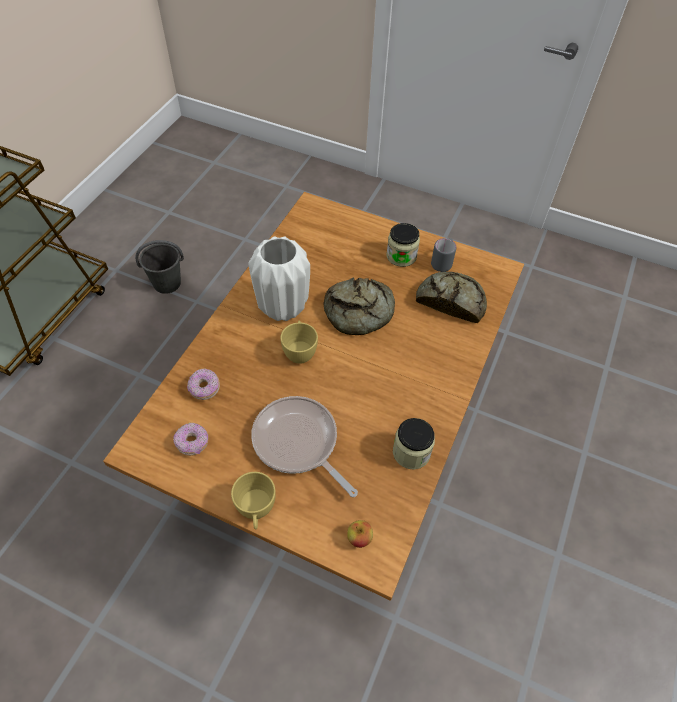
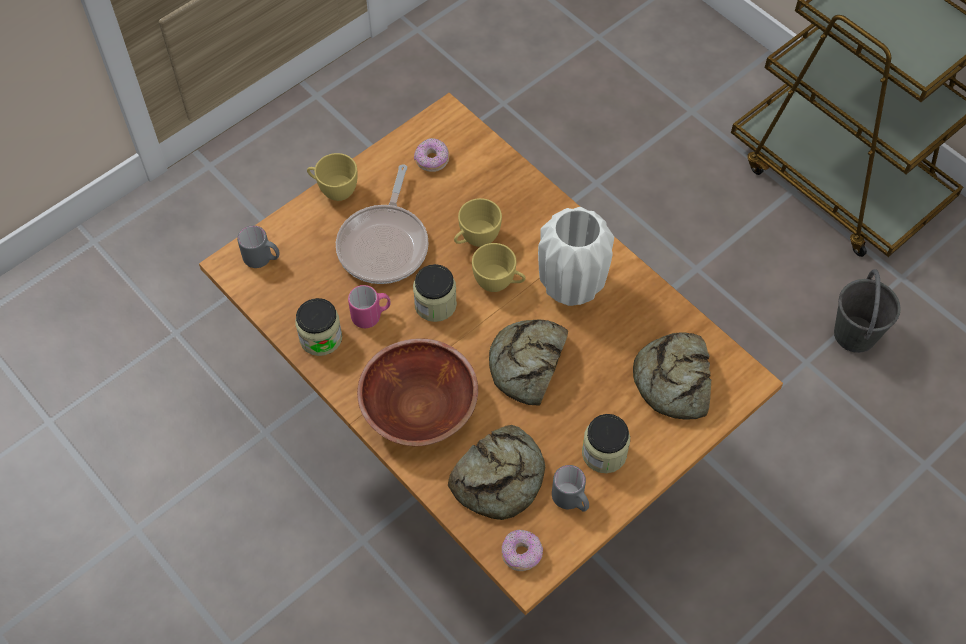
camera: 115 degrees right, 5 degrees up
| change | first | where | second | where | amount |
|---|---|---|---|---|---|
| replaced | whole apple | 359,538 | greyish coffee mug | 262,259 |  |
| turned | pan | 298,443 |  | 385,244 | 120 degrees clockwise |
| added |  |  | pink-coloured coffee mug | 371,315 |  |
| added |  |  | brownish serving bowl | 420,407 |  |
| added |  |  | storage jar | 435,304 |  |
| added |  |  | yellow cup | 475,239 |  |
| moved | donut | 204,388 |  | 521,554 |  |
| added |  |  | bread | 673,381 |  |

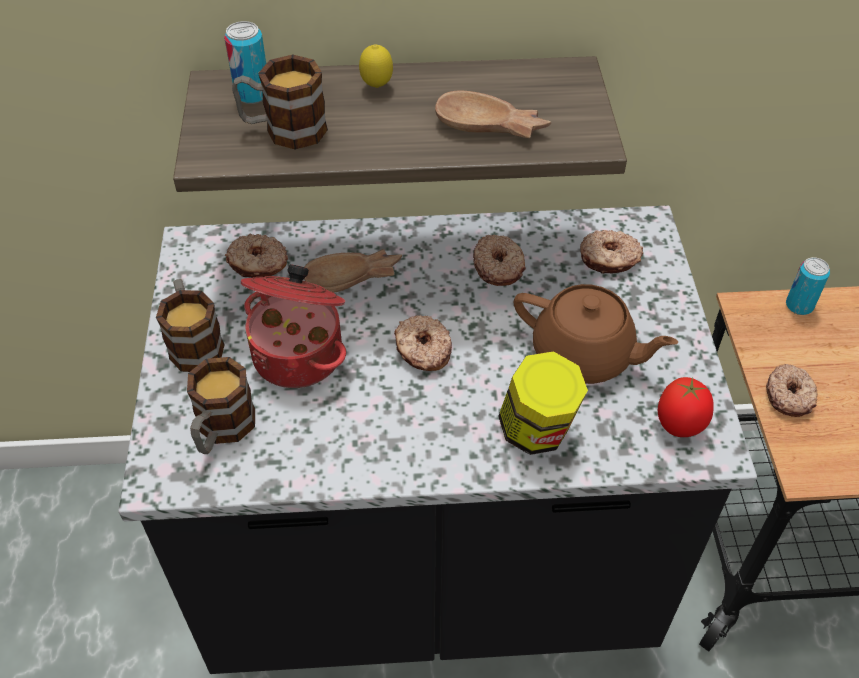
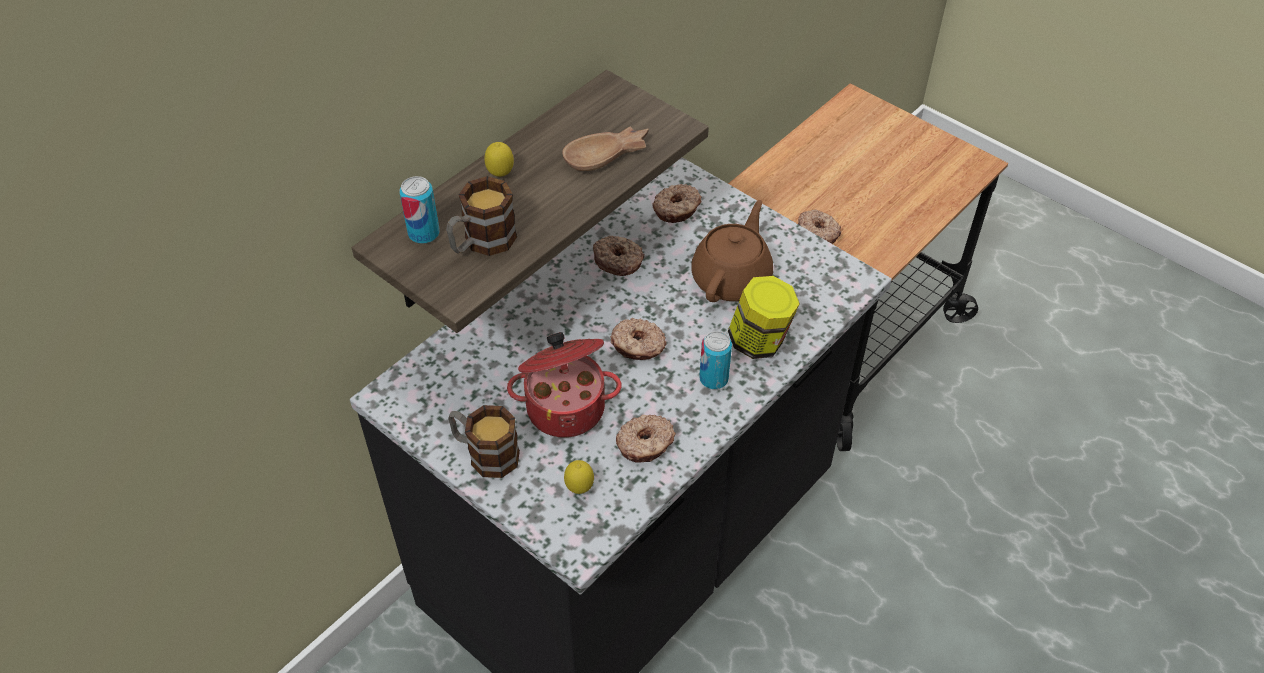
camera: 45 degrees left, 0 degrees up
| change | first | where | second | where | amount |
|---|---|---|---|---|---|
| replaced | coffee mug | 222,430 | citrus fruit | 579,489 |  |
| moved | donut | 258,264 |  | 645,444 |  |
| turned | brownish teapot | 584,355 |  | 732,278 | 45 degrees counterclockwise |
| moved | sealed can | 799,305 |  | 713,379 |  |
| removed | brownish serving bowl | 354,278 |  |  |  |
| removed | whole tomato | 679,426 |  |  |  |

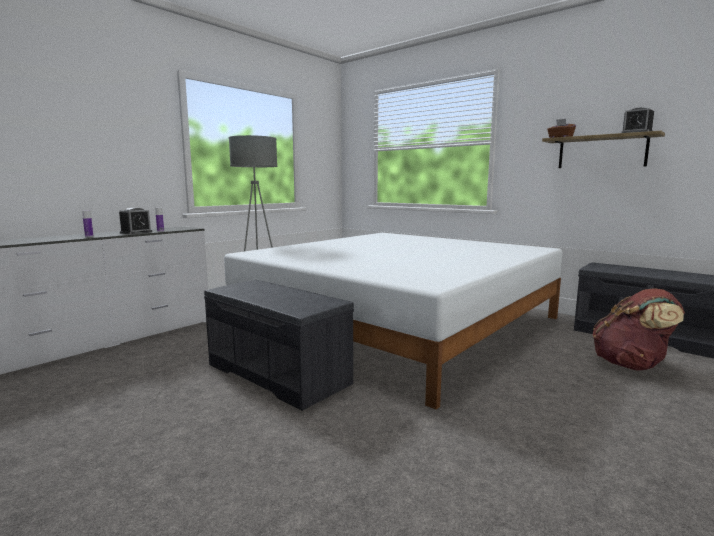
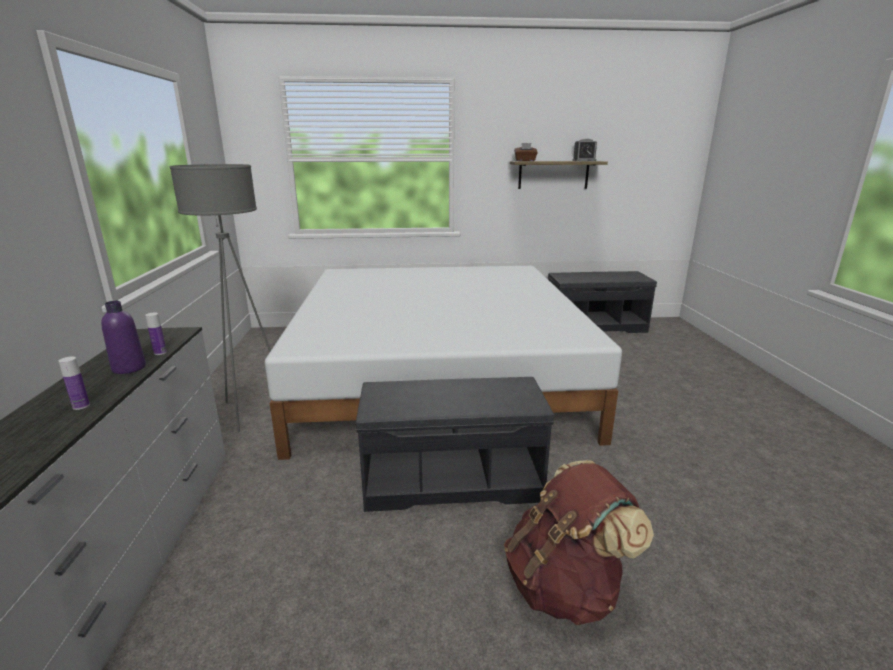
camera: 45 degrees left, 10 degrees up
| change | first | where | second | where | amount |
|---|---|---|---|---|---|
| replaced | table clock | 136,232 | purple bottle | 129,368 |  |
| moved | brownish rucksack | 631,365 |  | 565,586 |  |

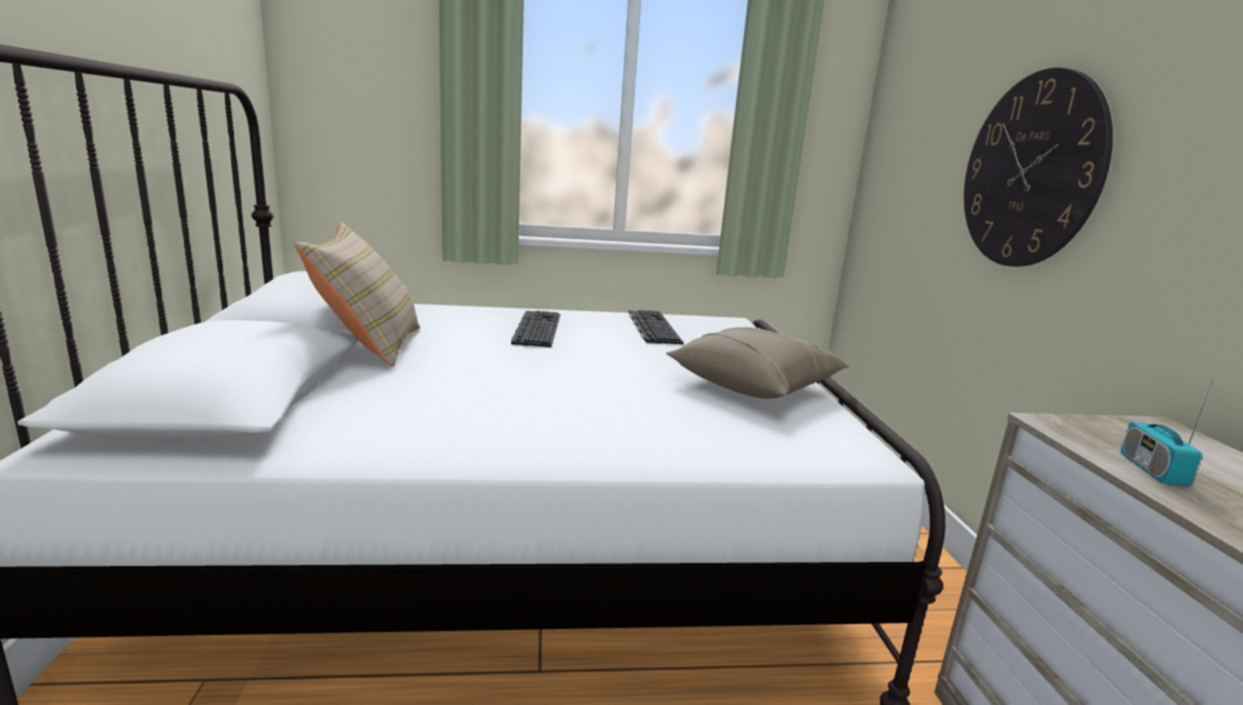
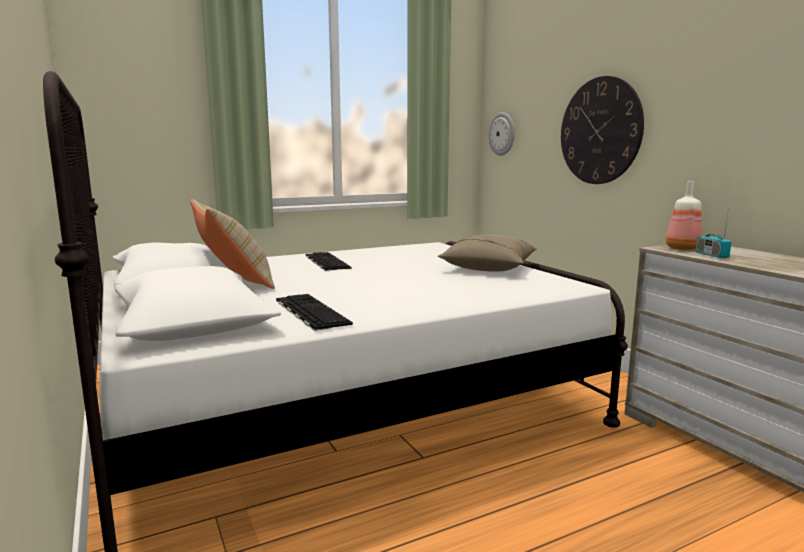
camera: 20 degrees left, 5 degrees down
| change | first | where | second | where | amount |
|---|---|---|---|---|---|
| moved | PC keyboard | 651,327 |  | 309,312 |  |
| added |  |  | clock on the wall | 502,134 |  |
| added |  |  | bottle | 682,248 |  |

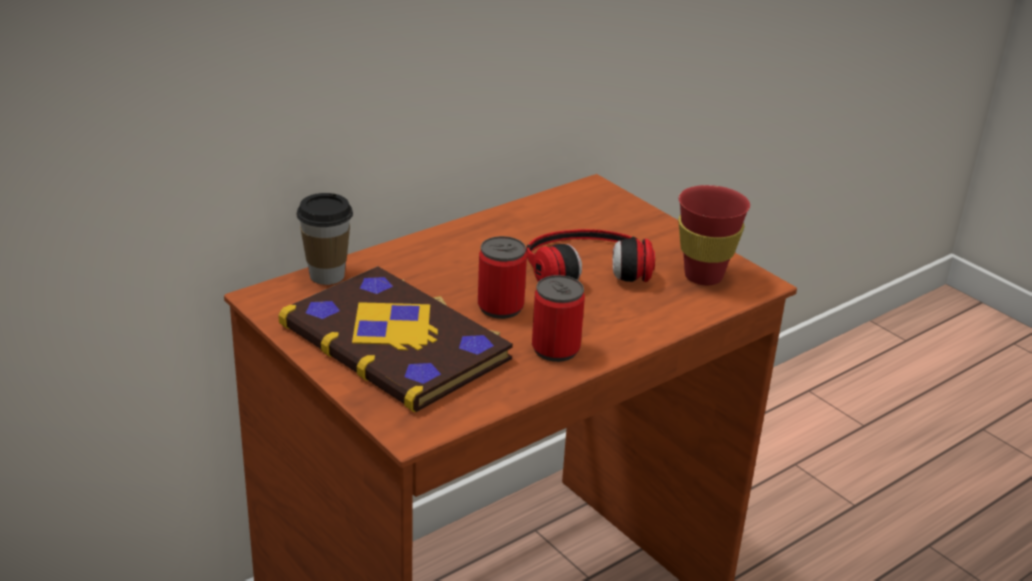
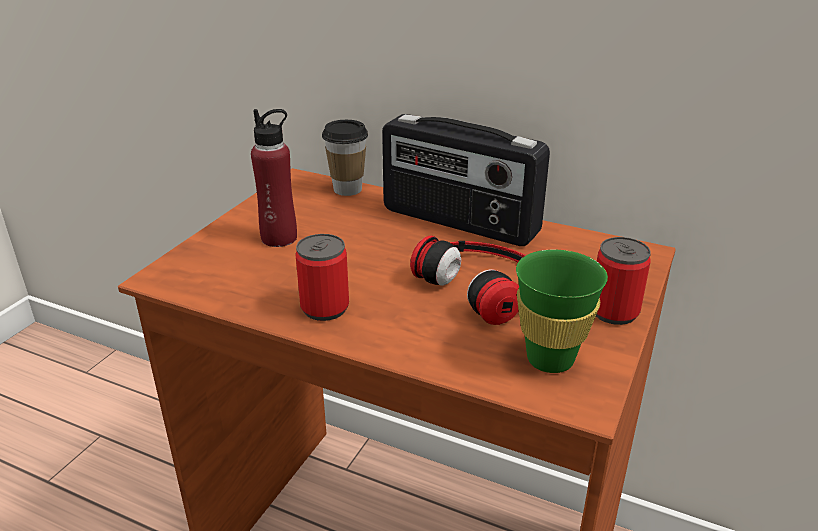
camera: 65 degrees right, 0 degrees up
| change | first | where | second | where | amount |
|---|---|---|---|---|---|
| replaced | volume | 397,341 | red bottle | 279,238 |  |
| added |  |  | radio | 458,222 |  |
| recoloured | red cup | 703,276 | green cup | 550,359 |  |
| moved | sealed can | 500,307 |  | 614,312 |  |

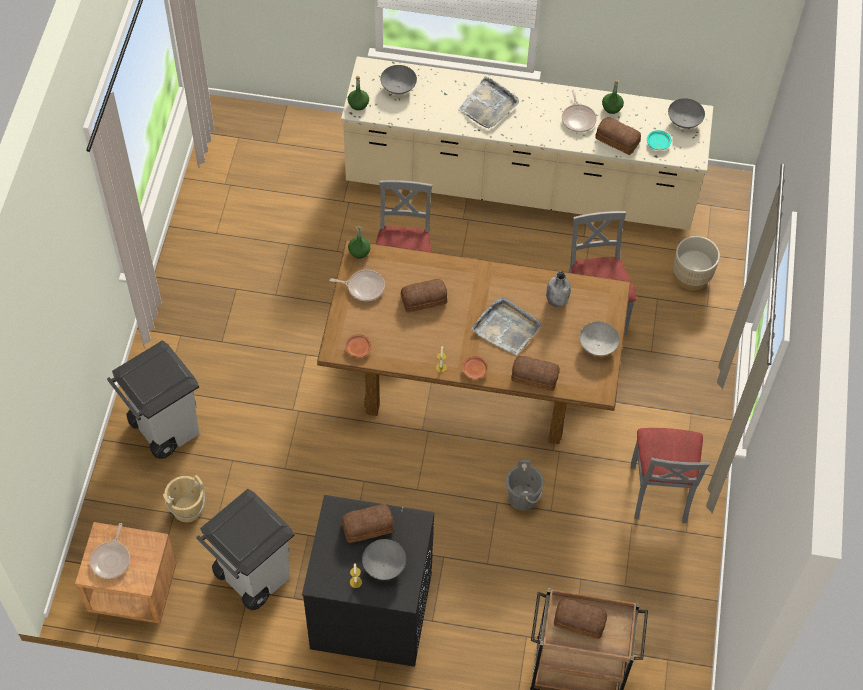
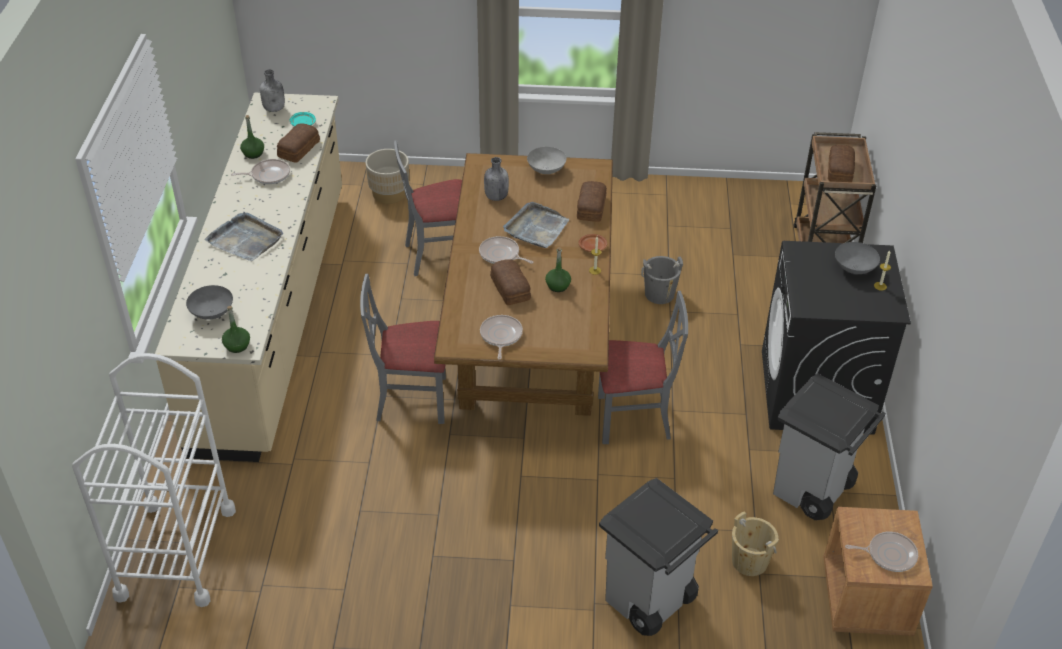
camera: 95 degrees left, 15 degrees down
| change | first | where | second | where | amount |
|---|---|---|---|---|---|
| added |  |  | whitish cart | 176,553 |  |
| replaced | greyish serving bowl | 684,122 | greyish bottle | 275,108 |  |
| added |  |  | pan | 501,254 |  |
| moved | green bottle | 359,251 |  | 558,286 |  |
| moved | greyish upright chair | 660,492 |  | 633,419 |  |
| removed | bread | 366,526 |  |  |  |
| removed | brownish plate | 358,348 |  |  |  |

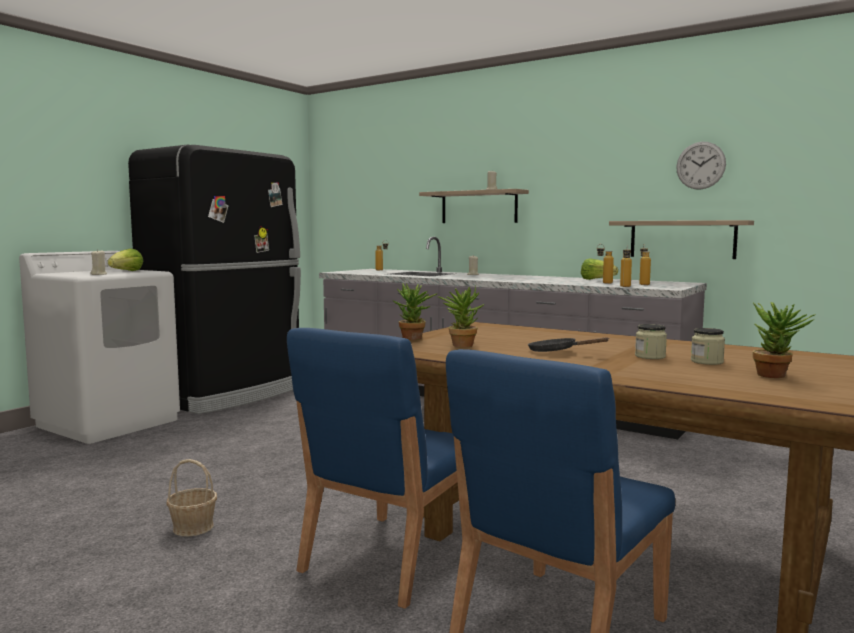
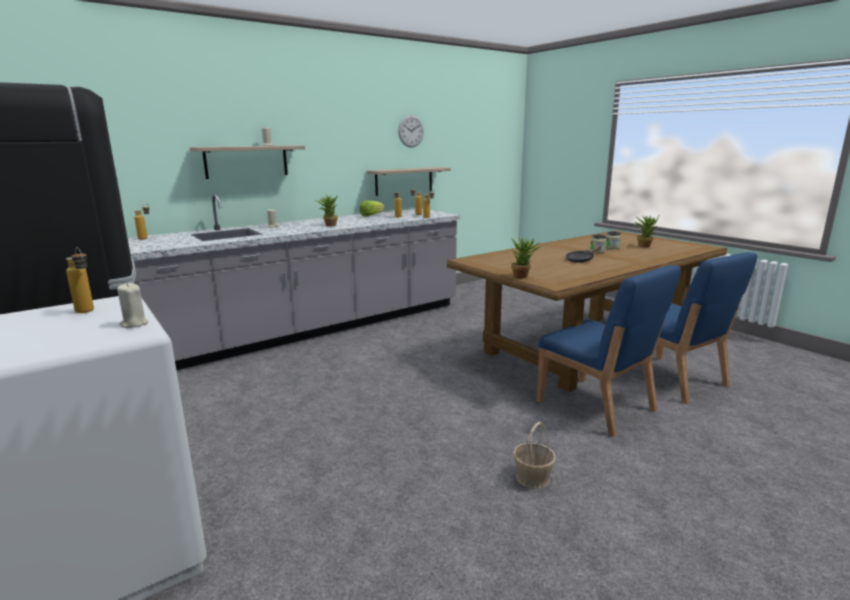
camera: 70 degrees left, 10 degrees up
| change | first | where | second | where | amount |
|---|---|---|---|---|---|
| replaced | lettuce head | 126,271 | bottle | 87,312 |  |
| moved | houseplant | 461,345 |  | 328,225 |  |

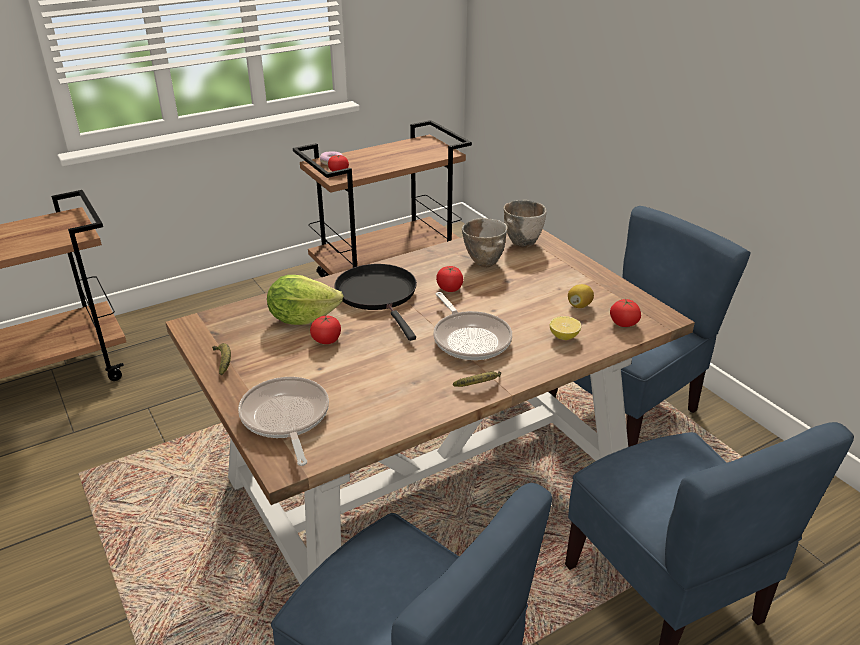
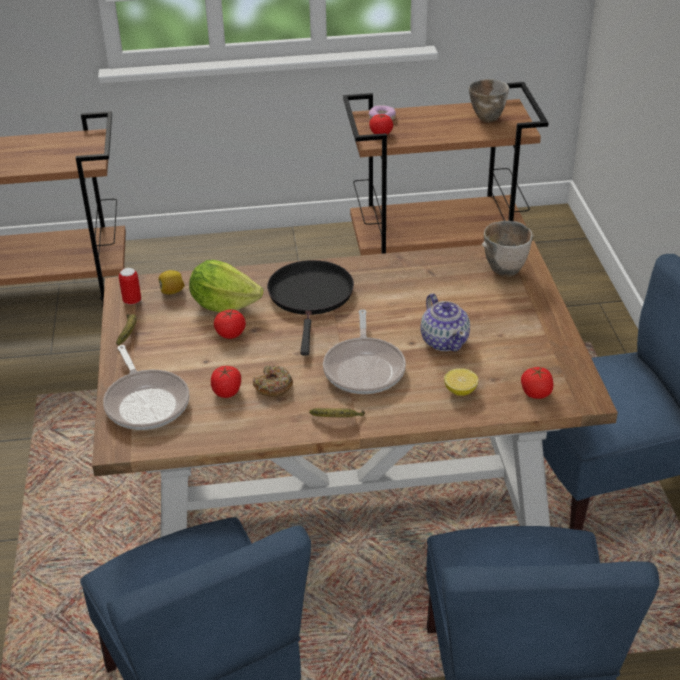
camera: 25 degrees right, 5 degrees up
| change | first | where | second | where | amount |
|---|---|---|---|---|---|
| turned | pan | 285,418 |  | 146,402 | 150 degrees clockwise |
| added |  |  | sealed can | 132,301 |  |
| moved | citrus fruit | 579,305 |  | 172,291 |  |
| moved | whole tomato | 449,288 |  | 227,392 |  |
| added |  |  | donut | 273,386 |  |
| added |  |  | teapot | 444,341 |  |
| moved | serving bowl | 483,262 |  | 487,118 |  |

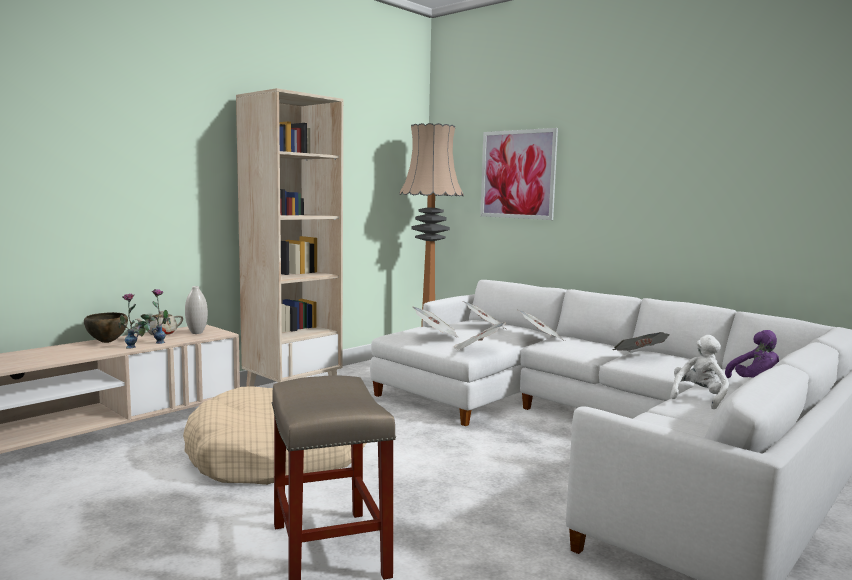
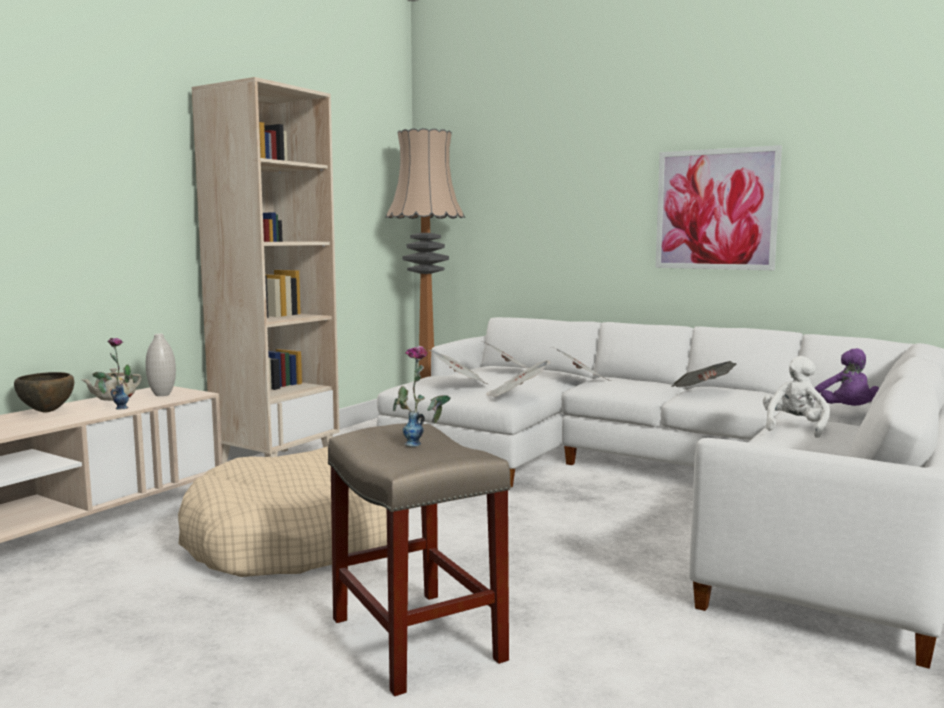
camera: 10 degrees left, 0 degrees up
| change | first | where | second | where | amount |
|---|---|---|---|---|---|
| moved | decorative vase | 133,348 |  | 422,446 |  |
| moved | wall picture | 517,174 |  | 716,209 |  |

